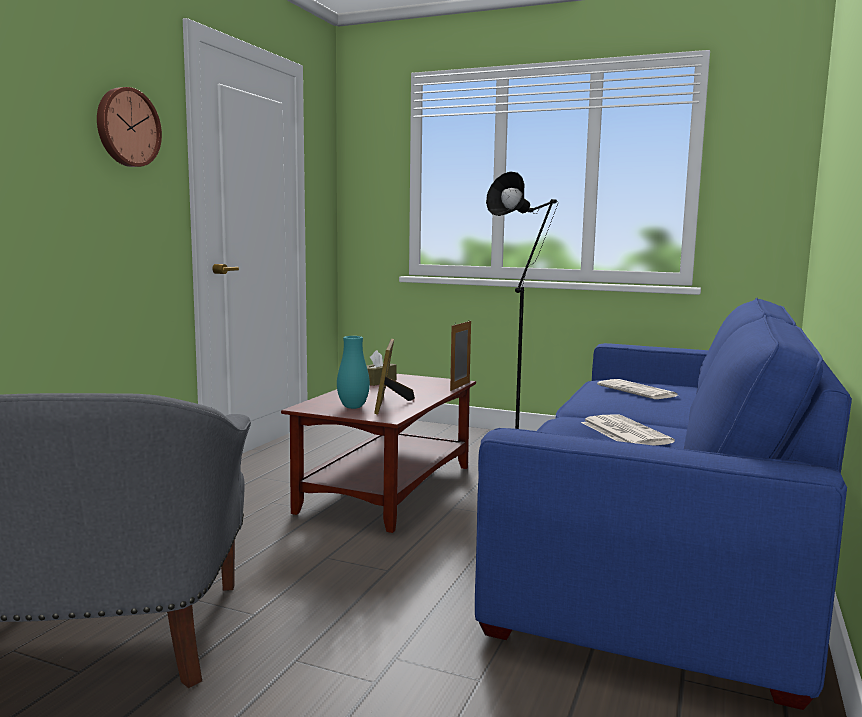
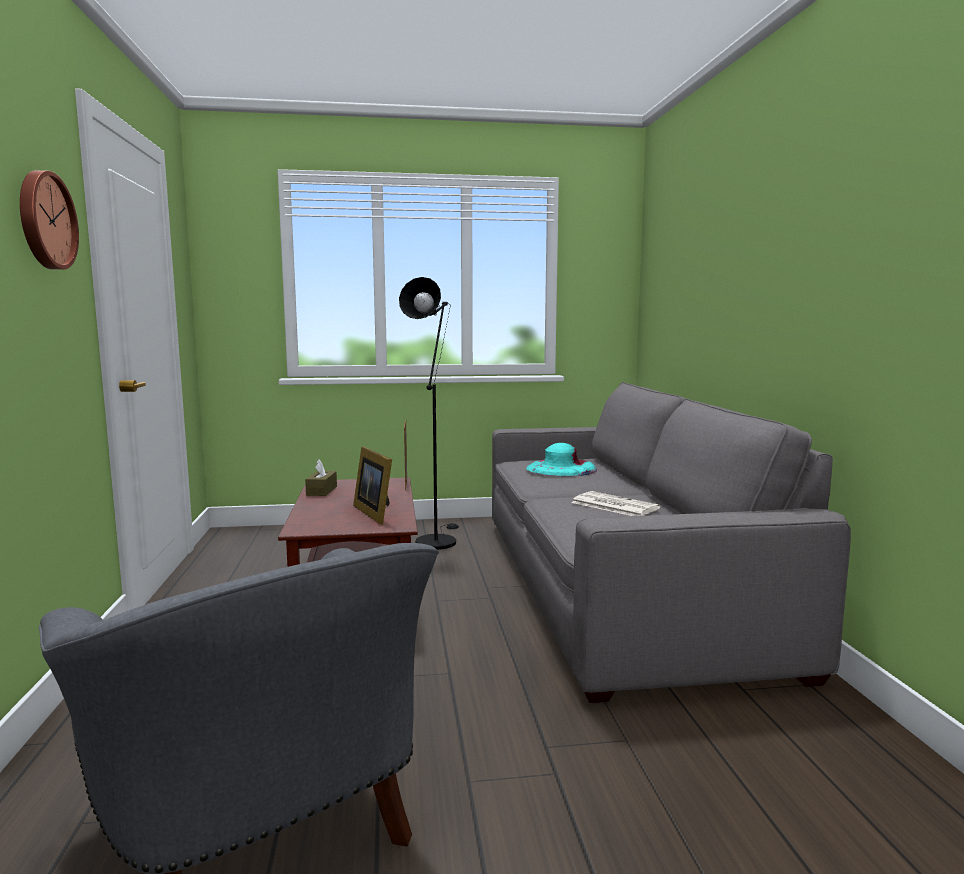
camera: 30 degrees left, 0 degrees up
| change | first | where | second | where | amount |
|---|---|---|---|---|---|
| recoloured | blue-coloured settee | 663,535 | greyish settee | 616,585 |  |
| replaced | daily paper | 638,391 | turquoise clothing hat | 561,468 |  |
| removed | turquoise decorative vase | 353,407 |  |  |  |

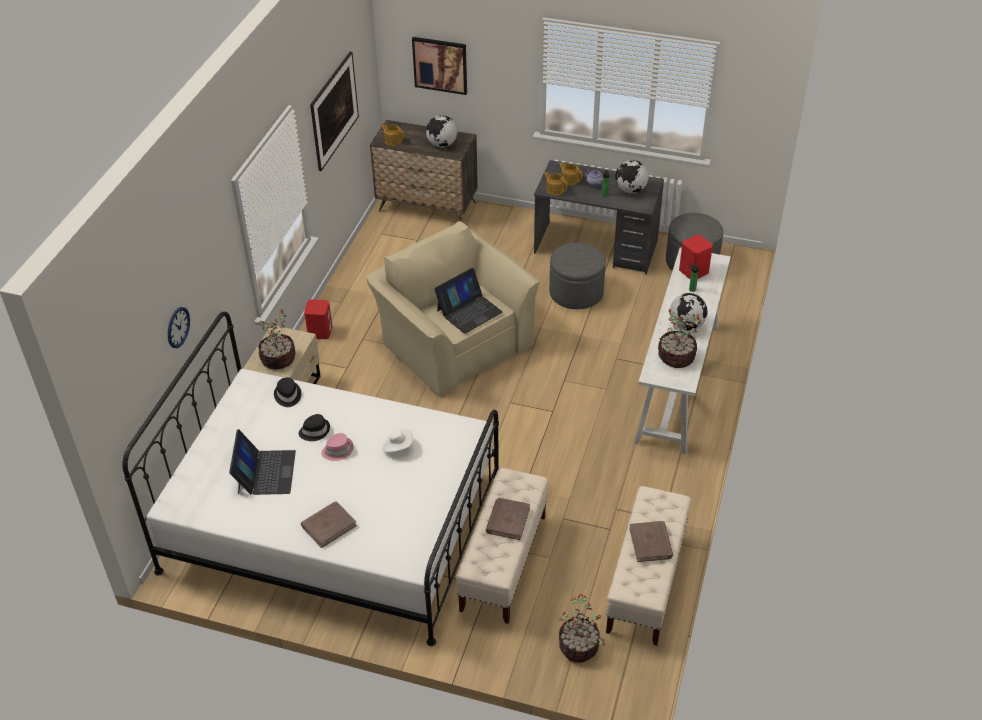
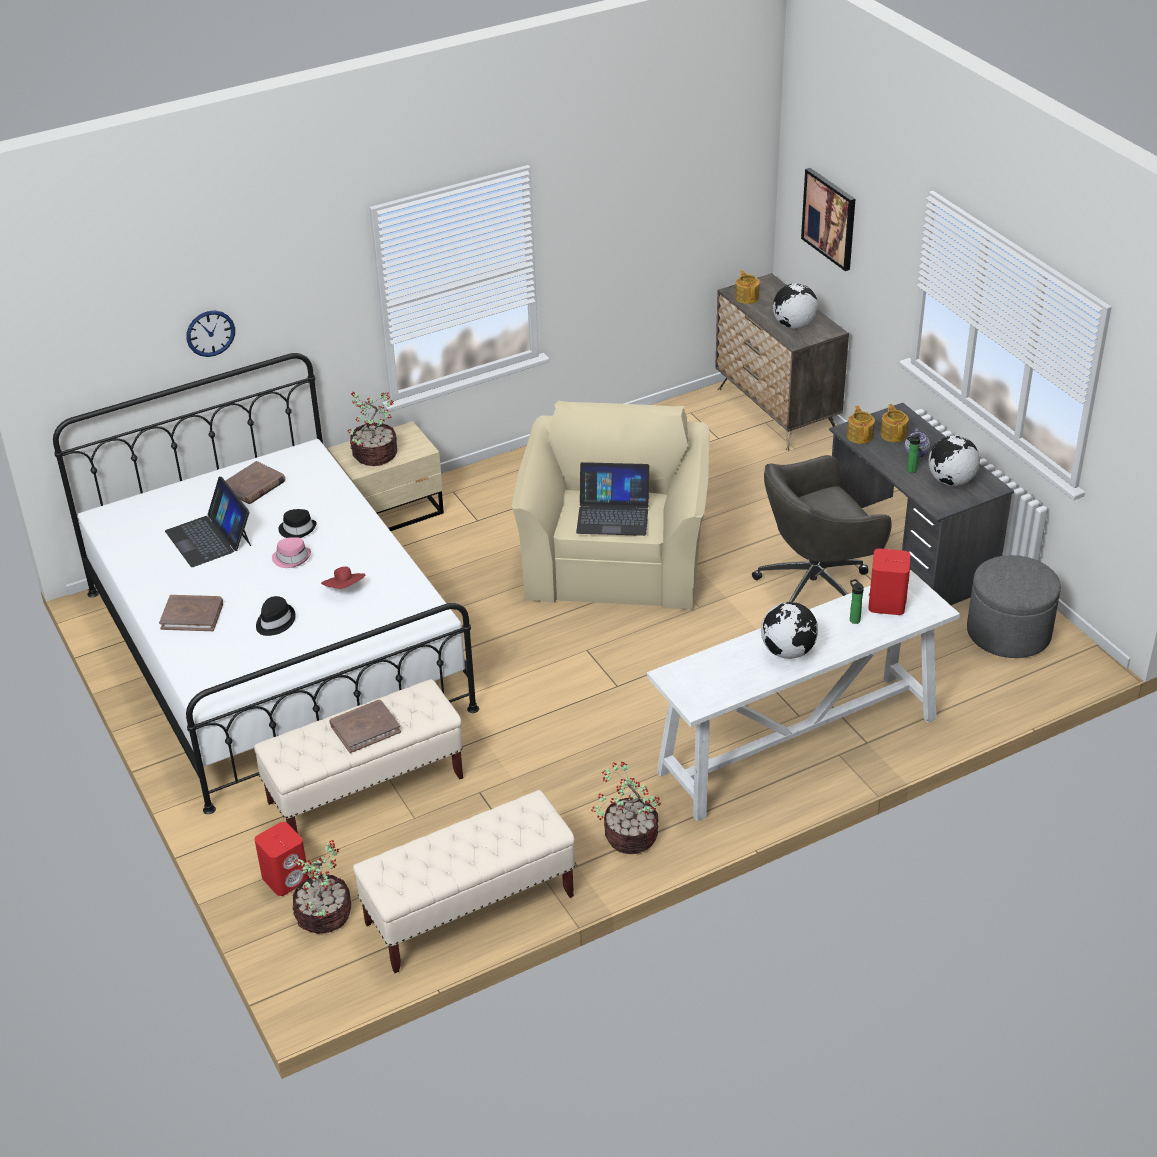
camera: 45 degrees right, 5 degrees down
| change | first | where | second | where | amount |
|---|---|---|---|---|---|
| turned | portable computer | 265,472 |  | 209,538 | 105 degrees clockwise |
| moved | brownish volume | 651,543 |  | 254,486 |  |
| moved | red speaker | 320,331 |  | 286,878 |  |
| moved | blackish clothing hat | 287,395 |  | 274,621 |  |
| recoloured | whitish clothing hat | 398,447 | red clothing hat | 345,589 |  |
| moved | houseplant | 675,357 |  | 629,836 |  |
| replaced | greyish footrest | 576,293 | greyish computer chair | 816,586 |  |
| removed | wall picture | 336,127 |  |  |  |

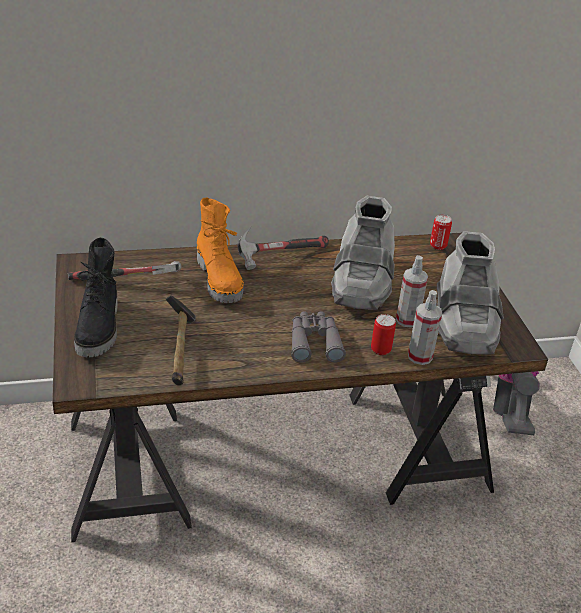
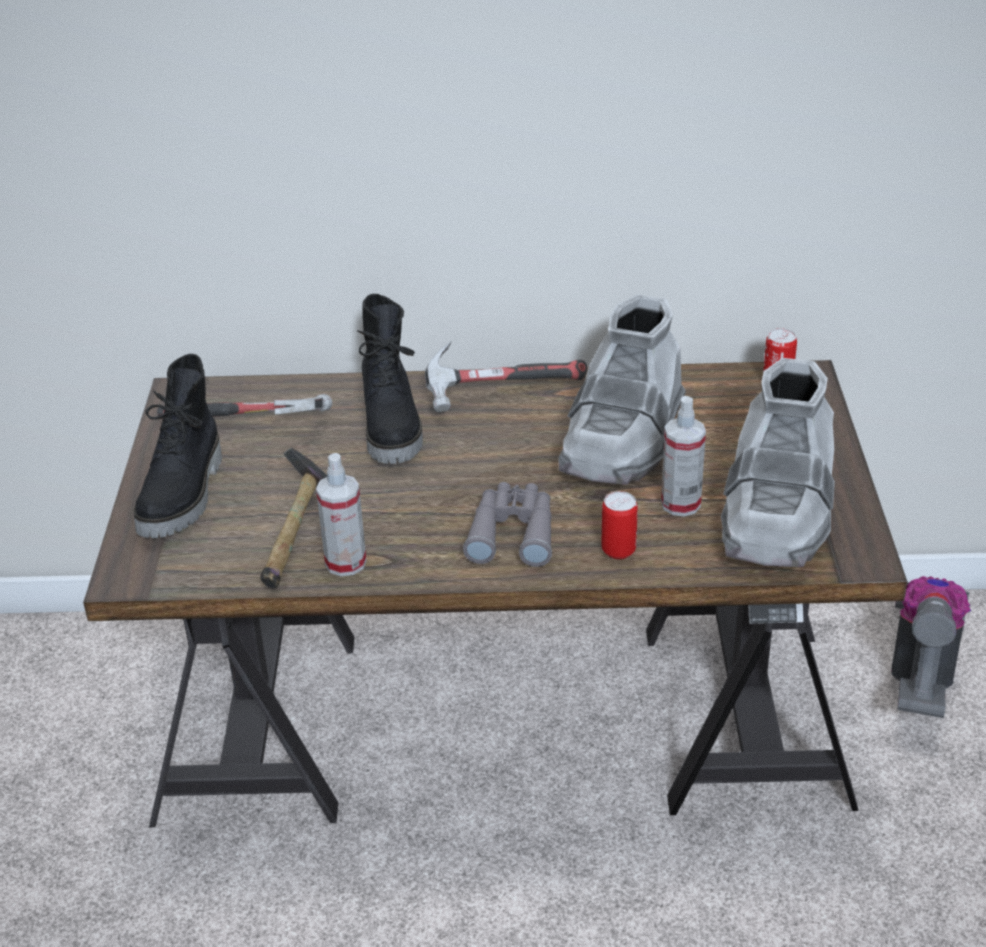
camera: 15 degrees right, 0 degrees up
| change | first | where | second | where | amount |
|---|---|---|---|---|---|
| moved | sprayer | 420,356 |  | 345,563 |  |
| recoloured | orange-coloured boot | 220,280 | blackish boot | 393,427 |  |

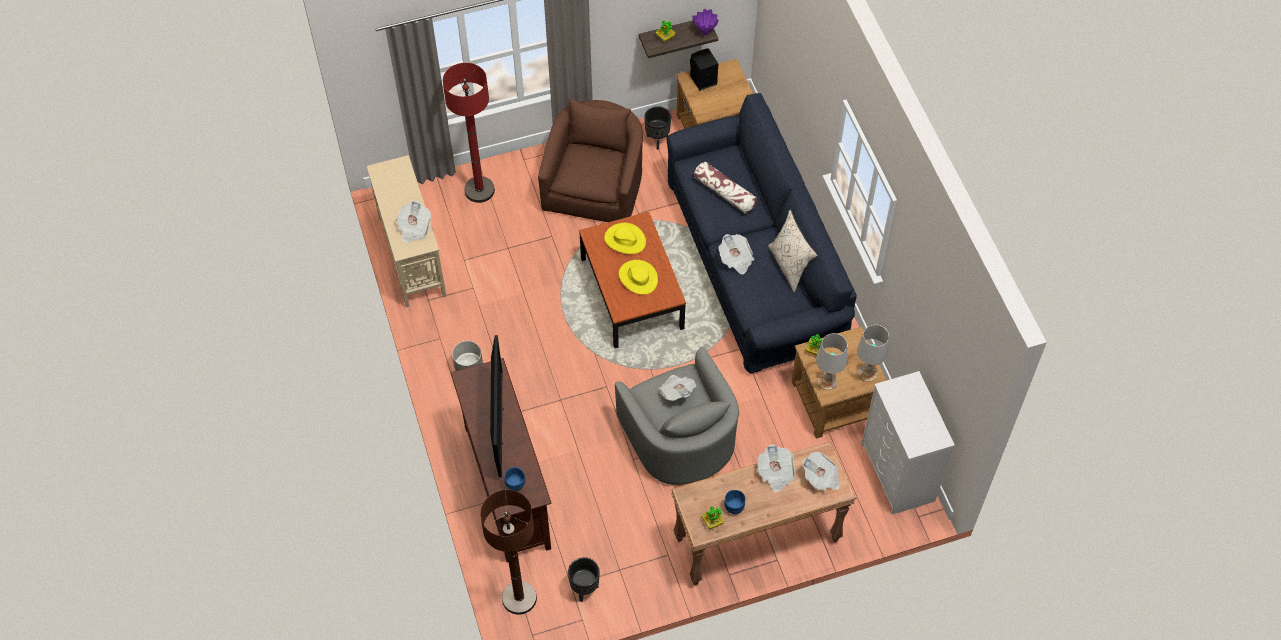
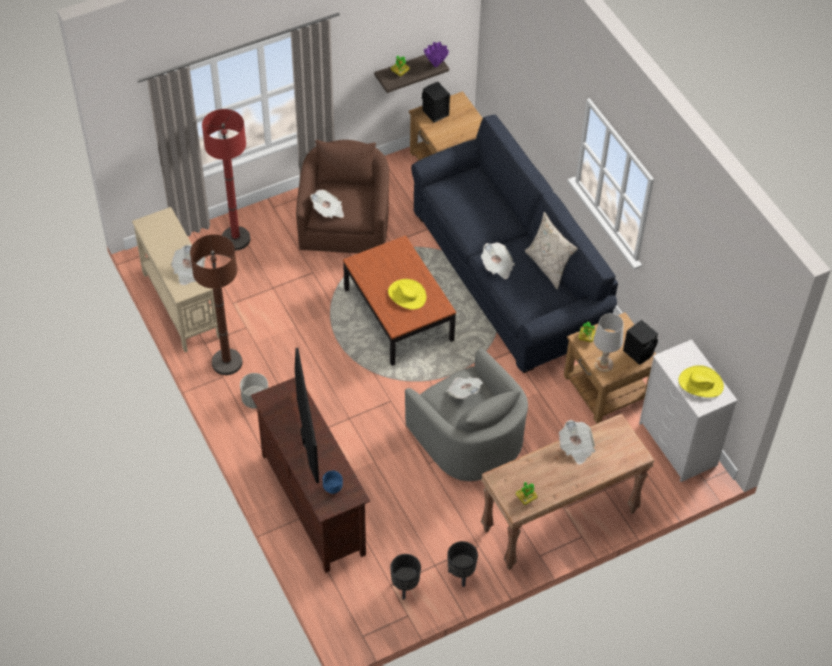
camera: 10 degrees left, 5 degrees down
| change | first | where | second | where | amount |
|---|---|---|---|---|---|
| moved | brownish standard lamp | 519,598 |  | 227,362 |  |
| moved | daily paper | 821,477 |  | 328,211 |  |
| moved | blackish plant pot | 657,140 |  | 461,575 |  |
| replaced | whitish lamp for a table | 867,372 | blackish speaker | 639,352 |  |
| moved | yellow clothing hat | 625,240 |  | 700,383 |  |
| removed | throw pillow | 725,193 |  |  |  |
| removed | blue-coloured serving bowl | 734,506 |  |  |  |

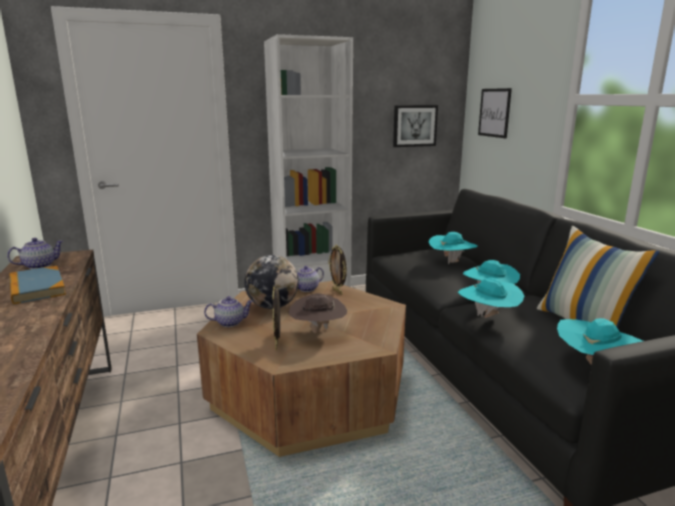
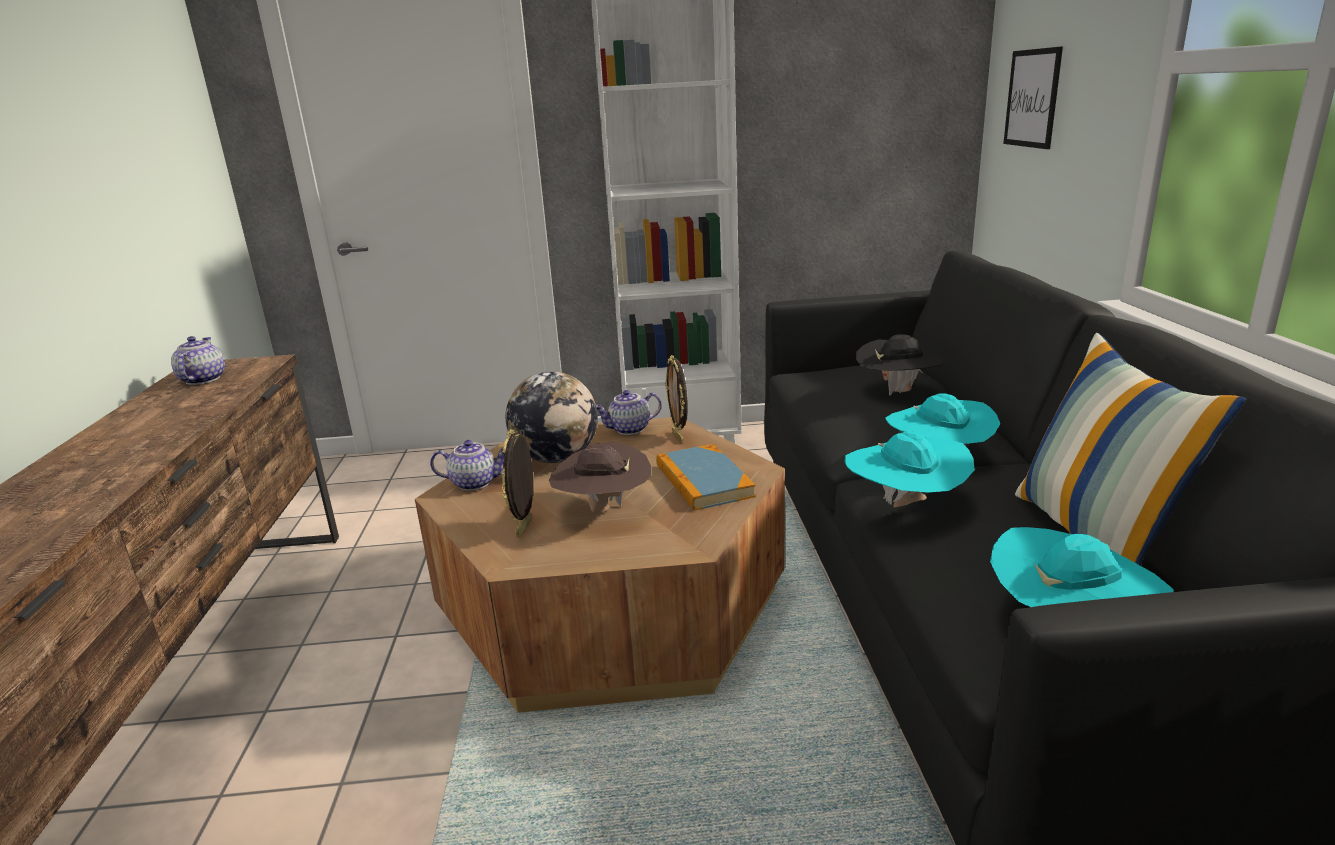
camera: 15 degrees right, 5 degrees up
| change | first | where | second | where | amount |
|---|---|---|---|---|---|
| turned | teapot | 39,266 |  | 202,380 | 75 degrees counterclockwise |
| moved | volume | 37,288 |  | 703,481 |  |
| recoloured | turquoise clothing hat | 451,262 | blackish clothing hat | 898,391 |  |
| removed | wall picture | 414,126 |  |  |  |

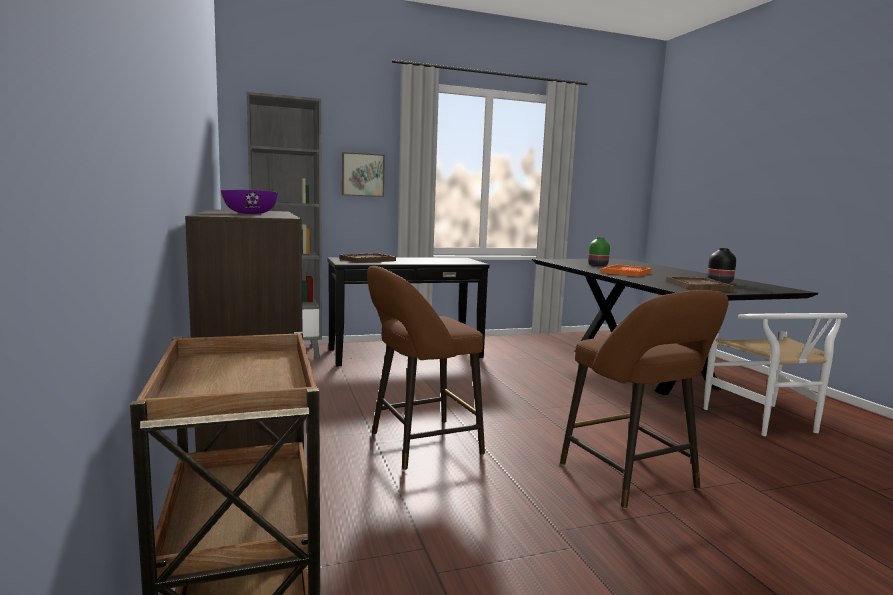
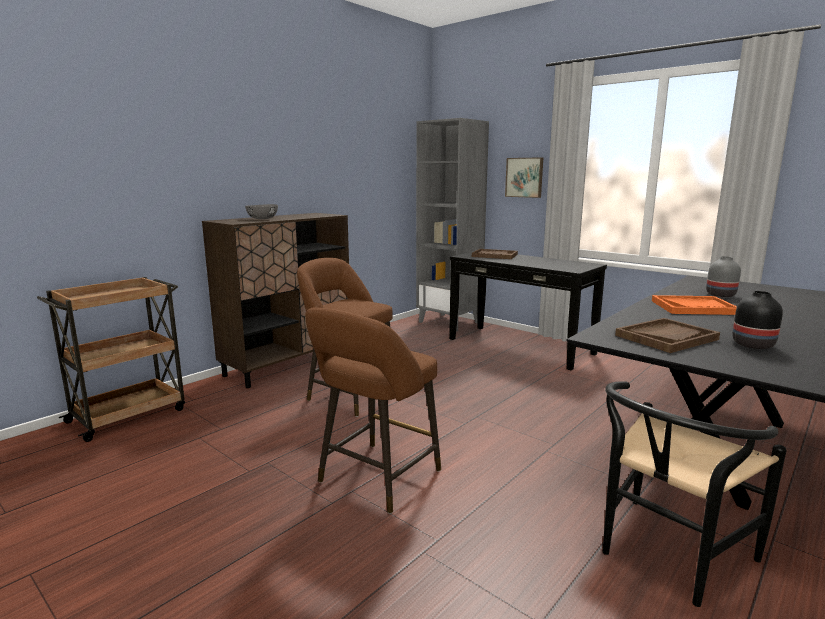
camera: 60 degrees right, 5 degrees up
| change | first | where | second | where | amount |
|---|---|---|---|---|---|
| recoloured | purple serving bowl | 251,214 | greyish serving bowl | 262,219 |  |
| recoloured | whitish upright chair | 768,422 | blackish upright chair | 666,556 |  |
| recoloured | green decorative vase | 597,265 | greyish decorative vase | 719,295 |  |

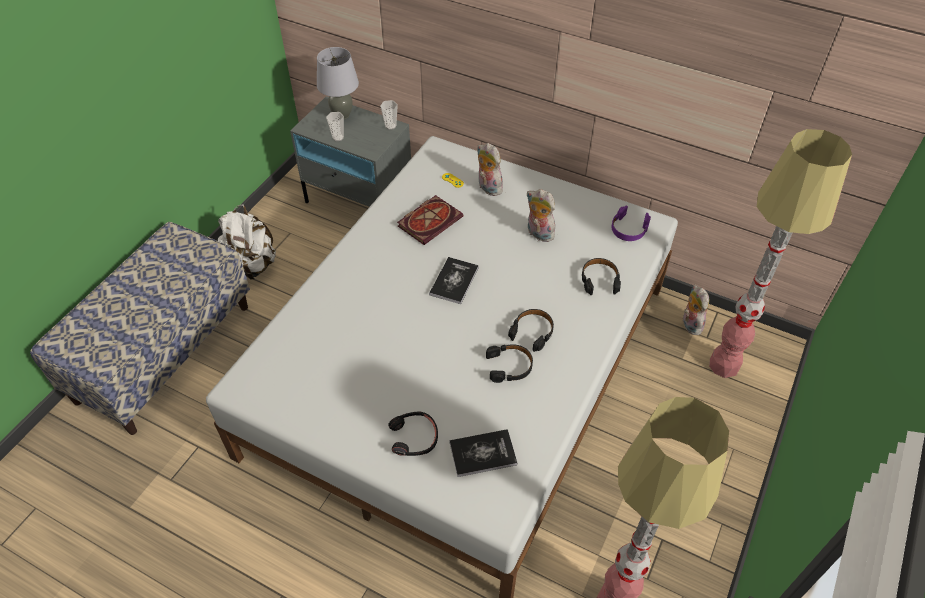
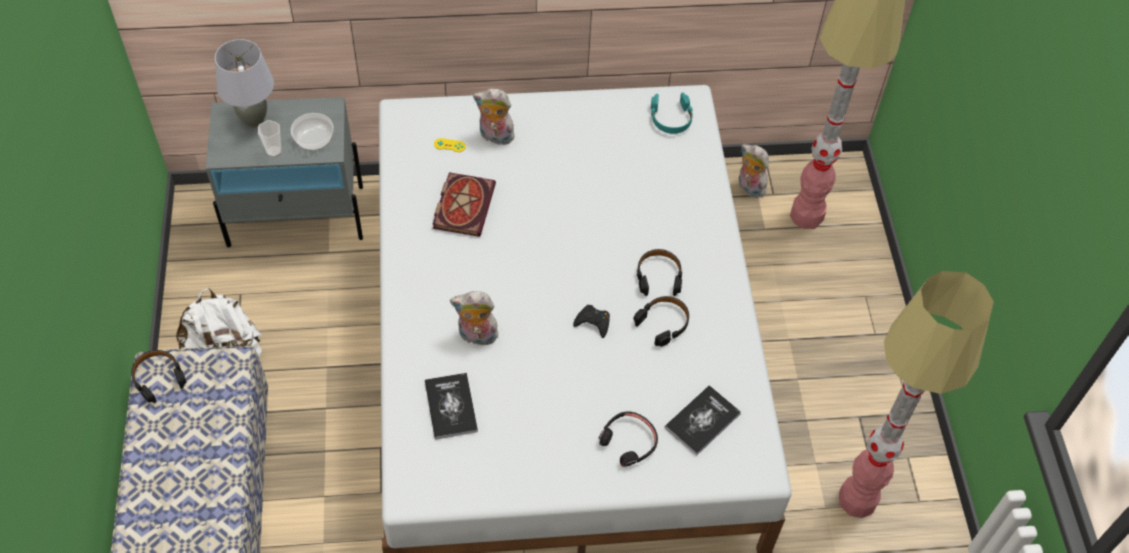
camera: 35 degrees left, 5 degrees up
| change | first | where | second | where | amount |
|---|---|---|---|---|---|
| moved | blackish headphones | 599,280 |  | 158,378 |  |
| added |  |  | serving bowl | 313,139 |  |
| moved | volume | 454,281 |  | 451,406 |  |
| moved | cuddly toy | 538,234 |  | 476,337 |  |
| added |  |  | blackish gamepad | 593,322 |  |
| recoloured | purple headphones | 628,229 | turquoise headphones | 671,118 |  |
| removed | cup | 390,126 |  |  |  |

